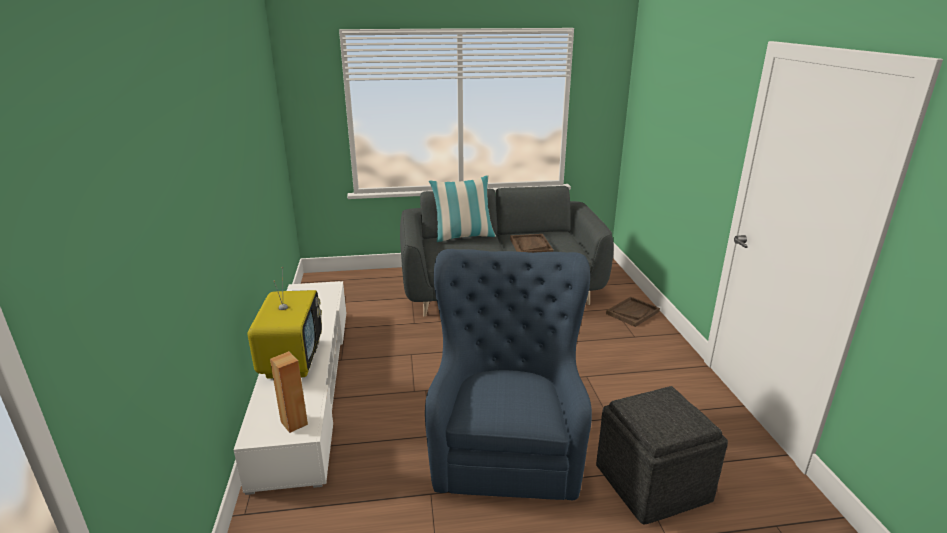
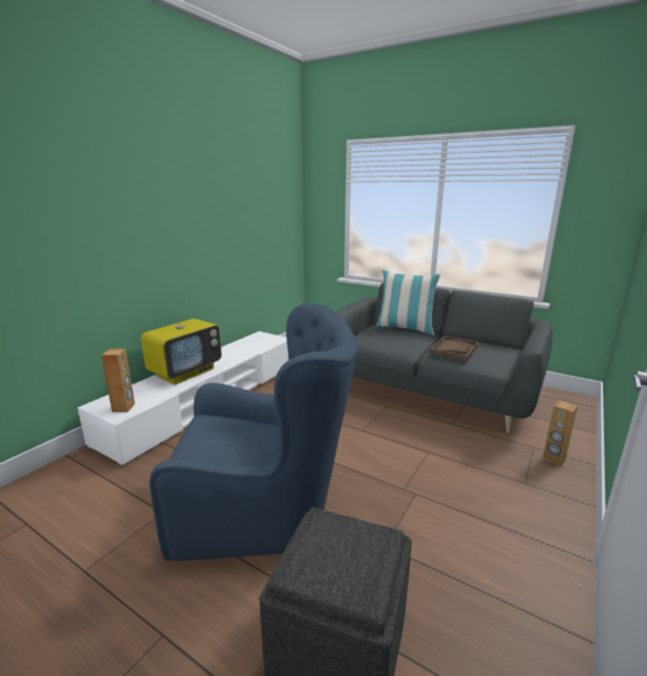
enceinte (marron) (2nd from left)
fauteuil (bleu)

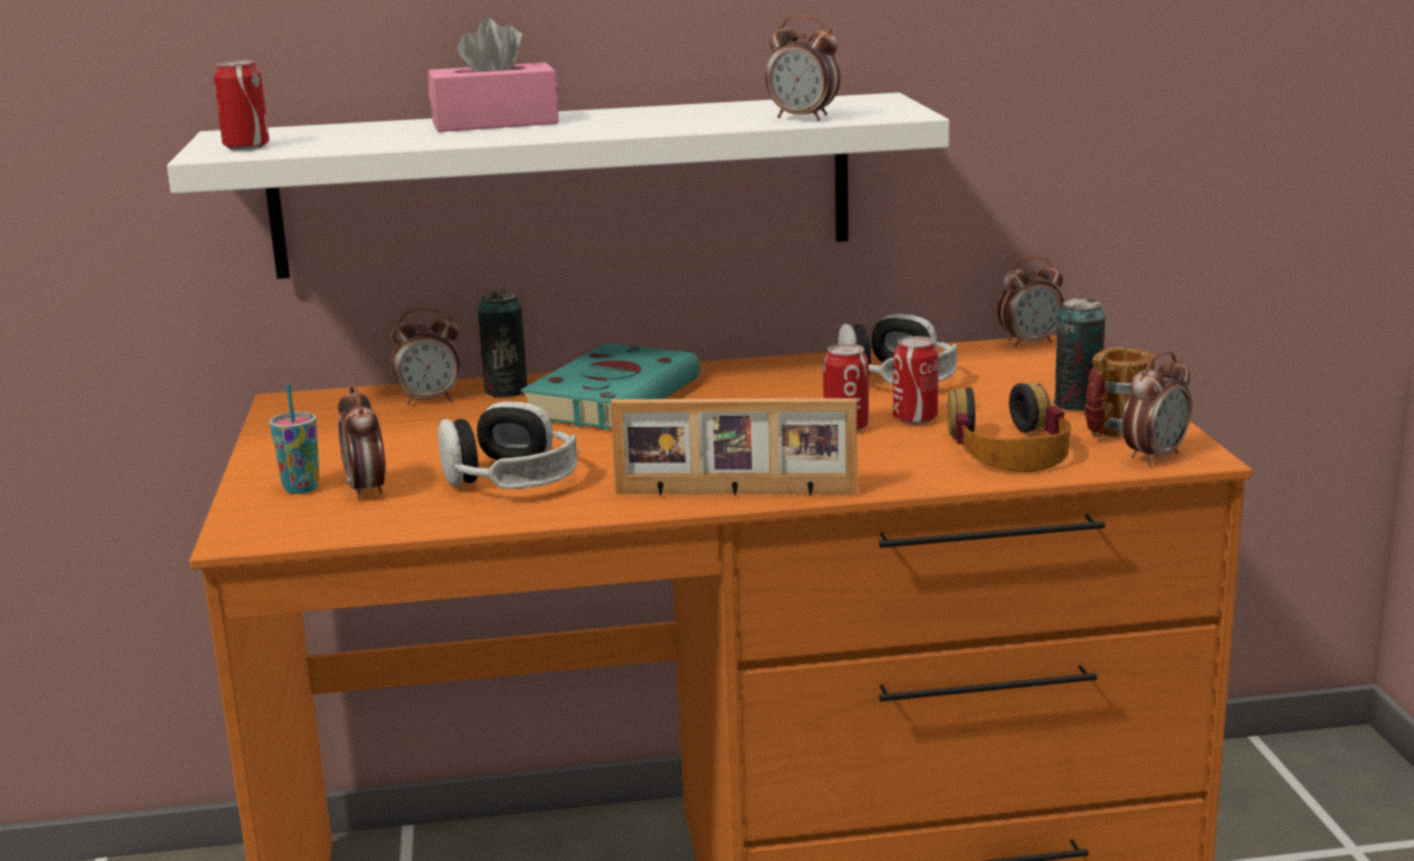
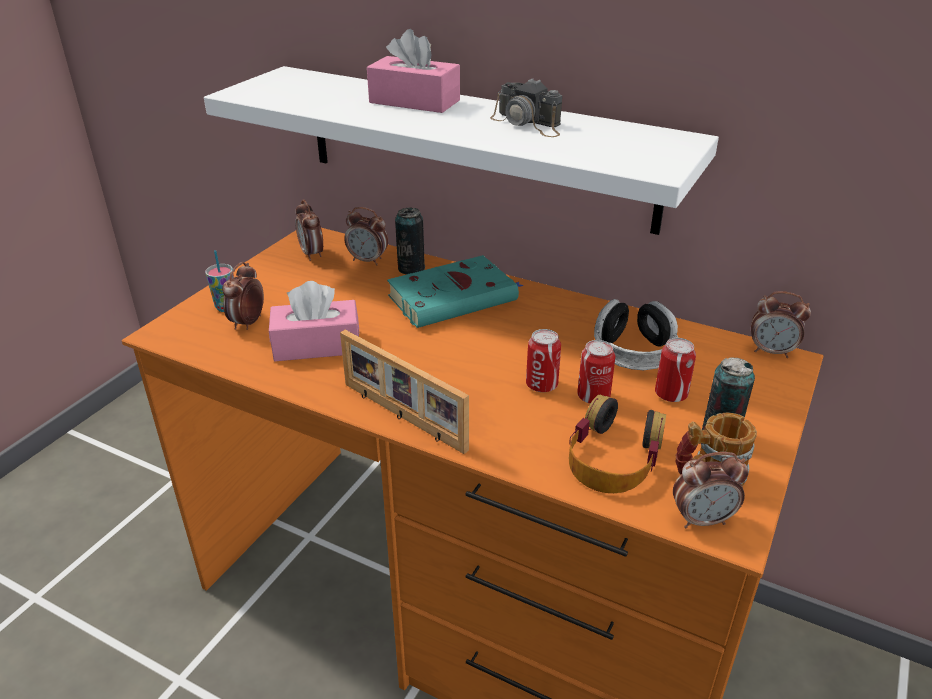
appareil photo
boîte métallique (4th from left)
réveil (2nd from left)
boîte à mouchoirs (rose) (1st from left)

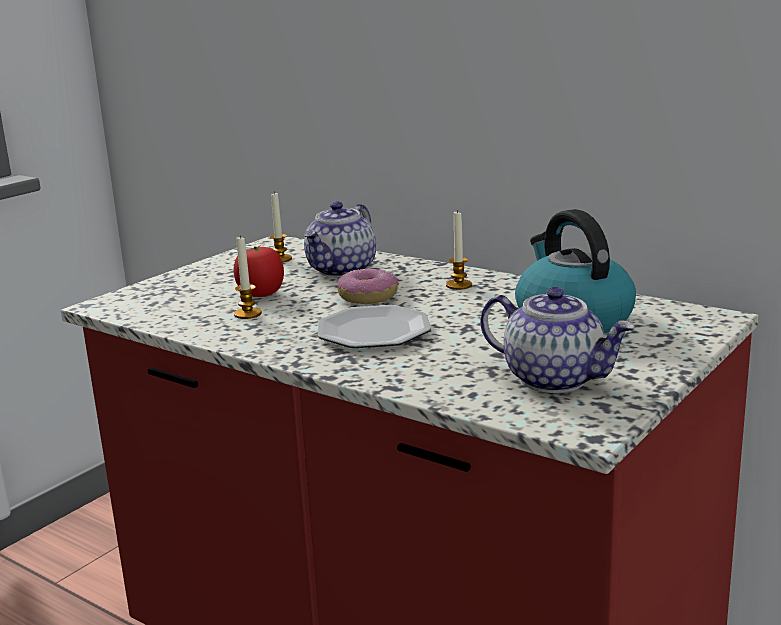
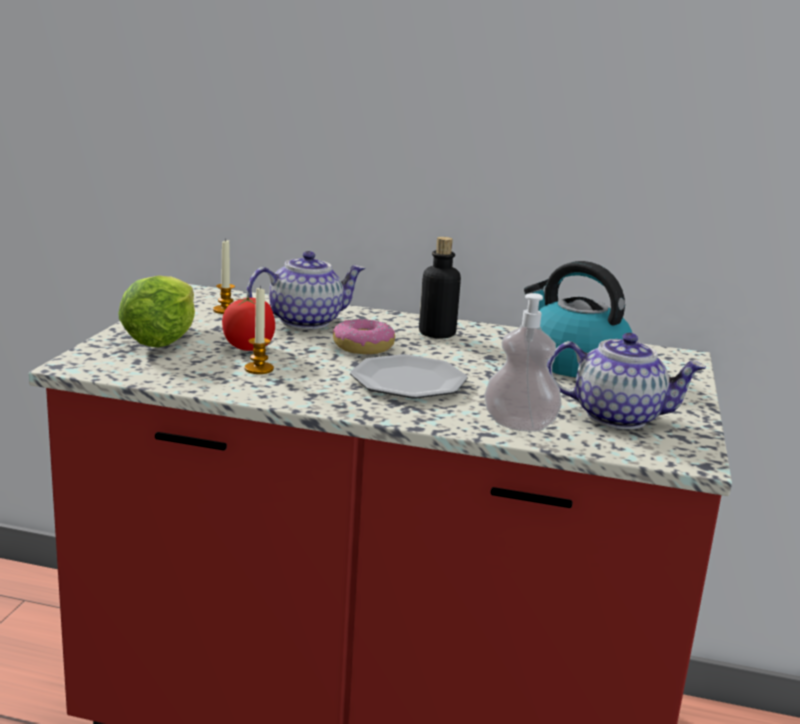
laitue
distributeur de savon
bouteille
théière (1st from left)

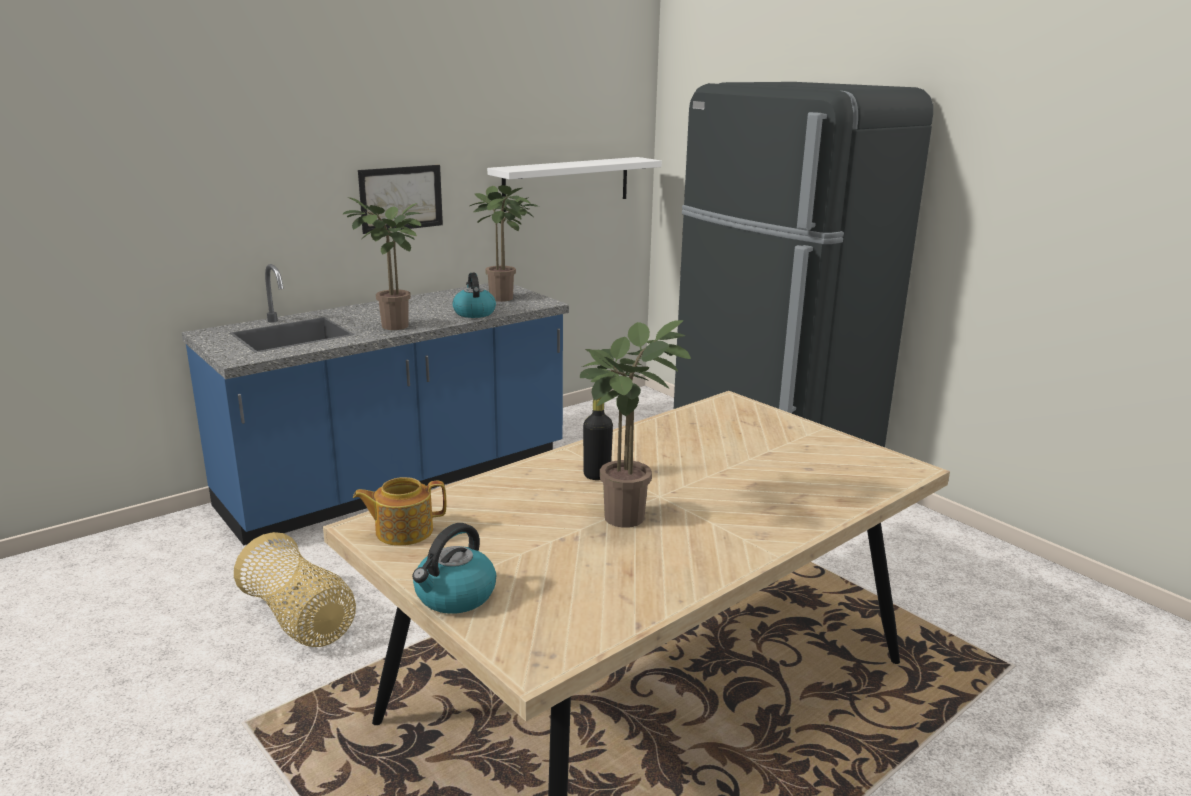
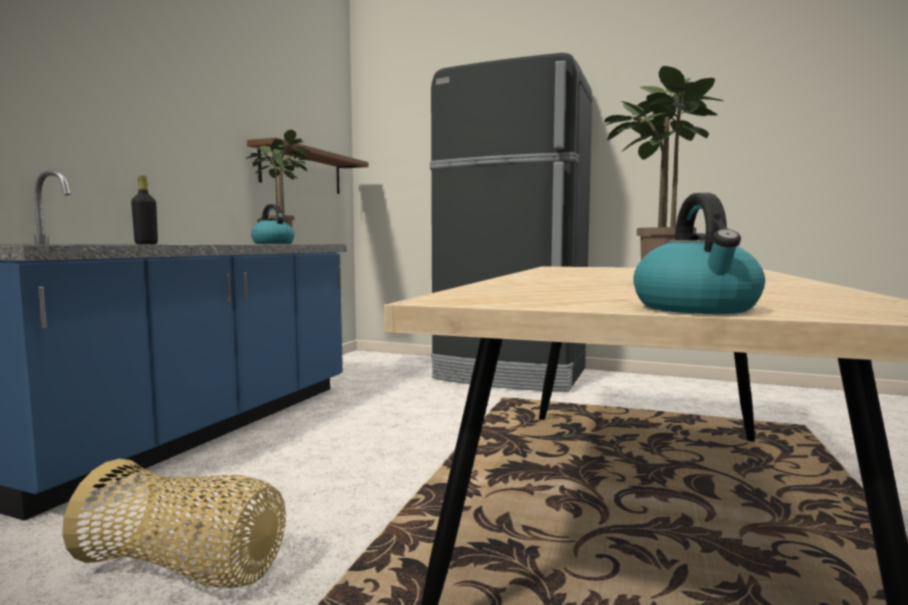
plante en pot (1st from left in the first image)
théière
tableau
bouteille (noir)
étagère (marron)

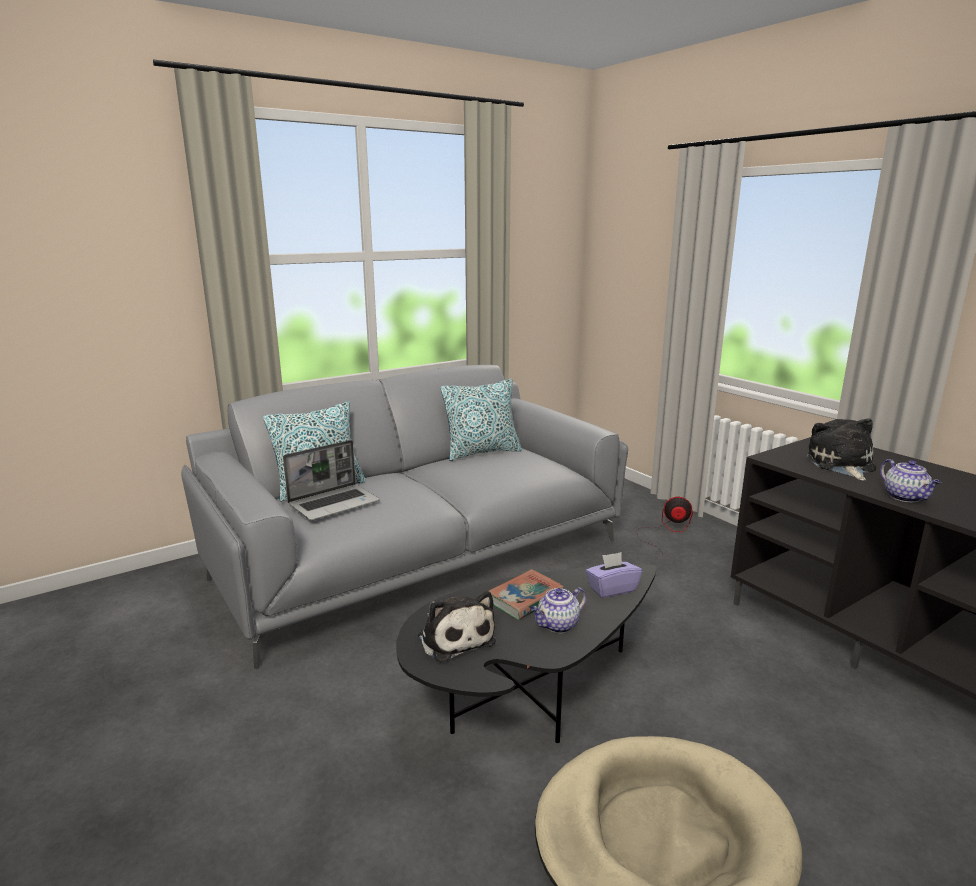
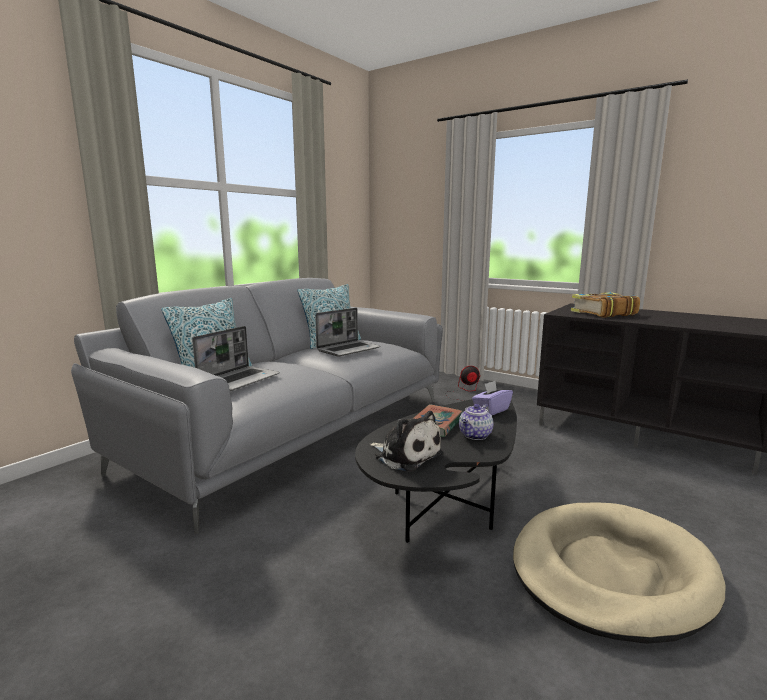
théière (2nd from left in the first image)
ordinateur portable (2nd from left)
livre (2nd from left)

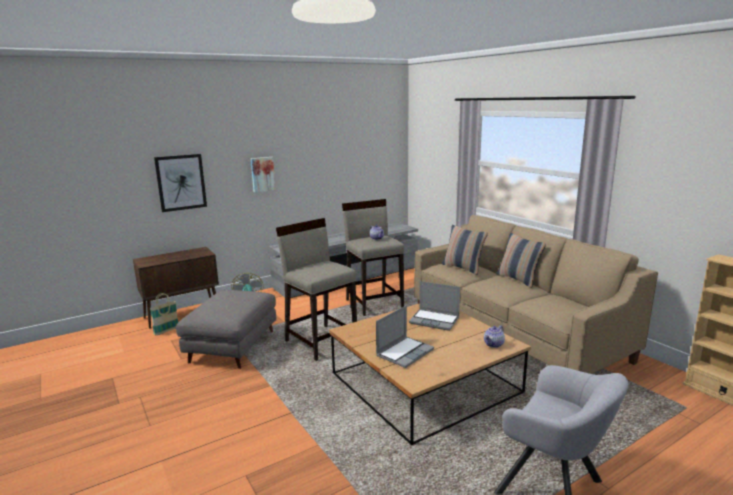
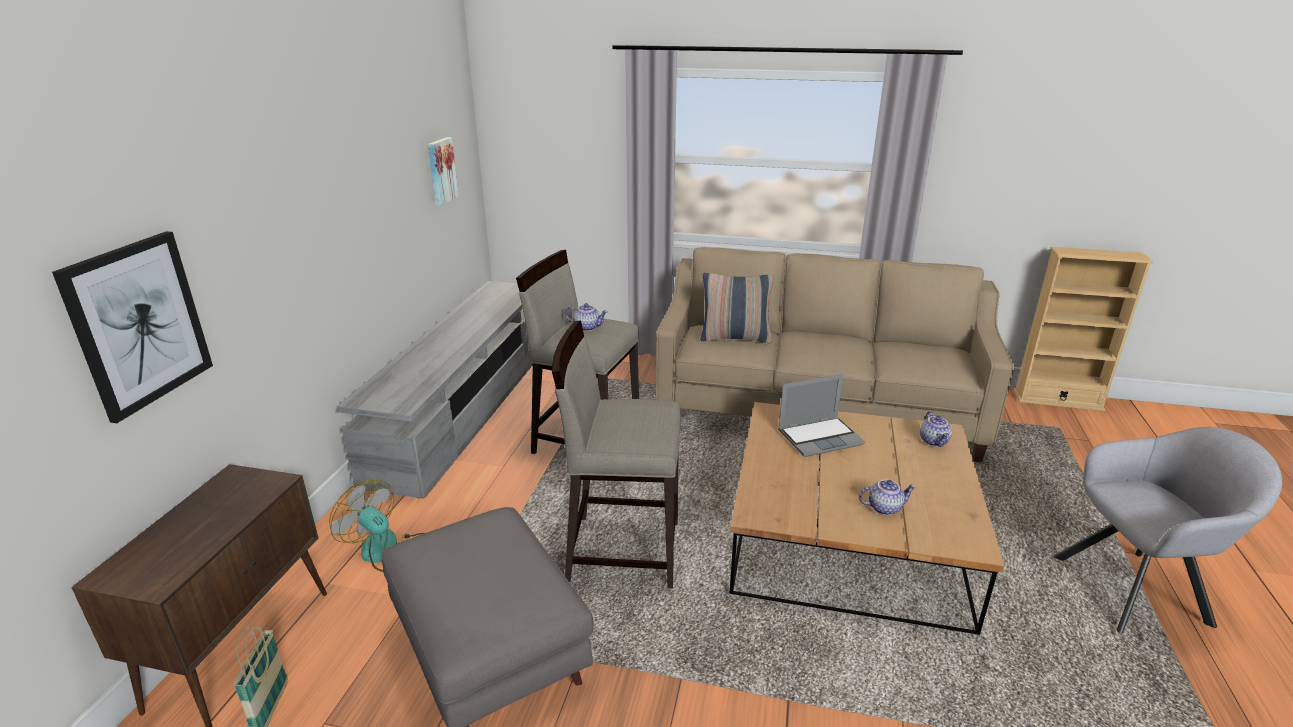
coussin (2nd from left in the first image)
tableau (2nd from left)
théière (2nd from left)

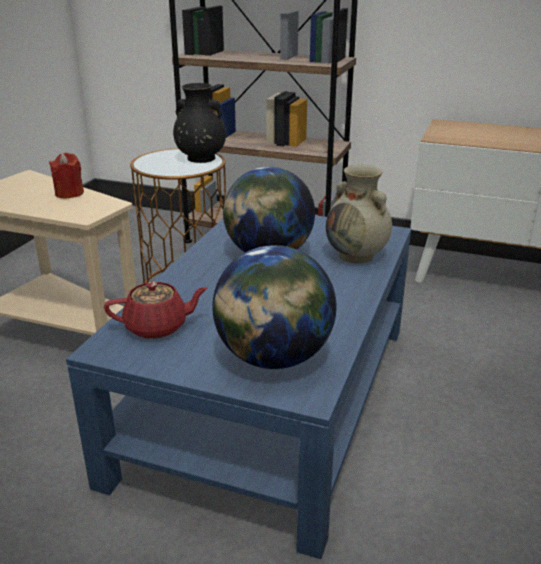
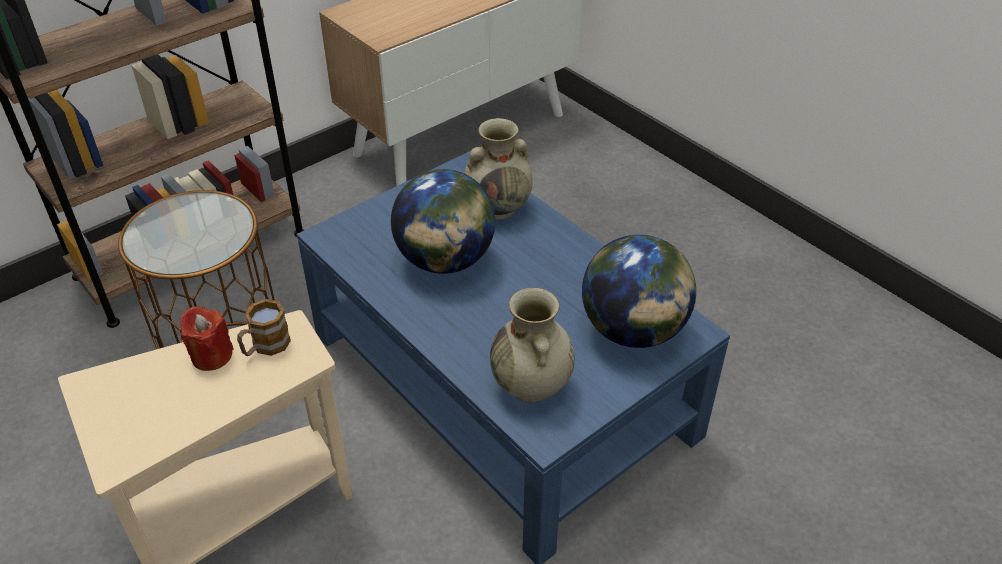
vase (noir)
mug
vase (beige) (2nd from left)

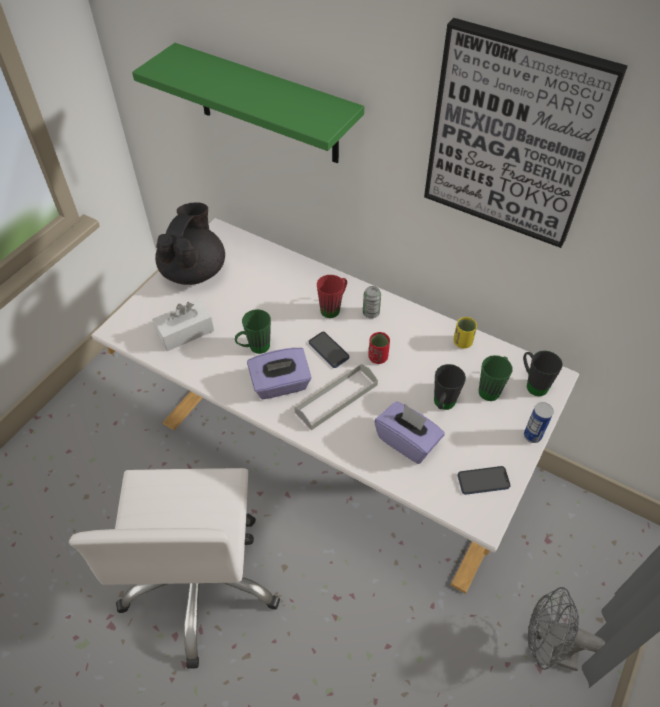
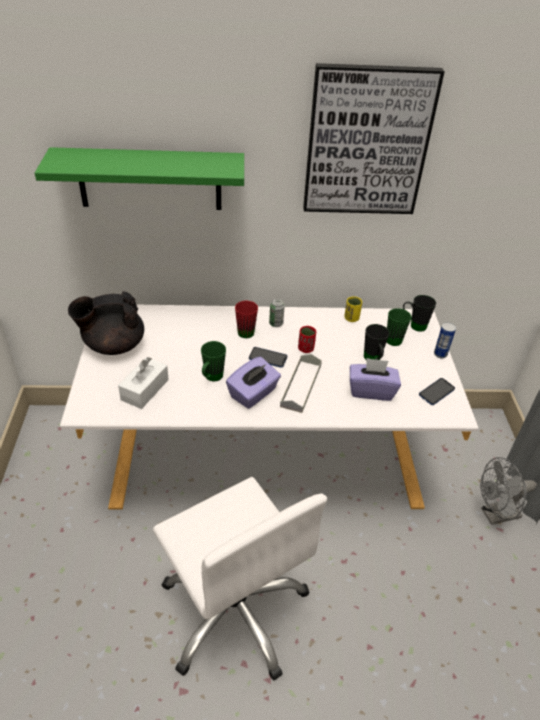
théière (noir)

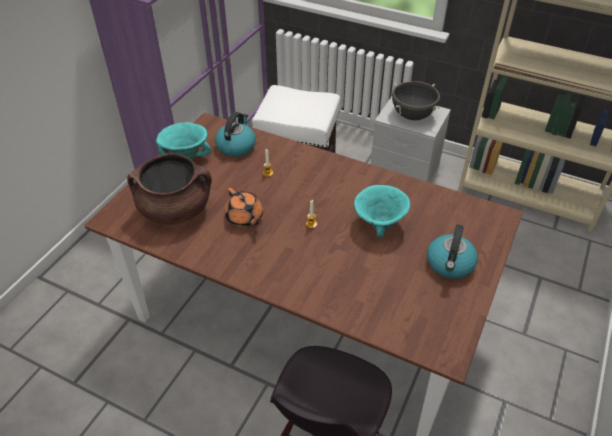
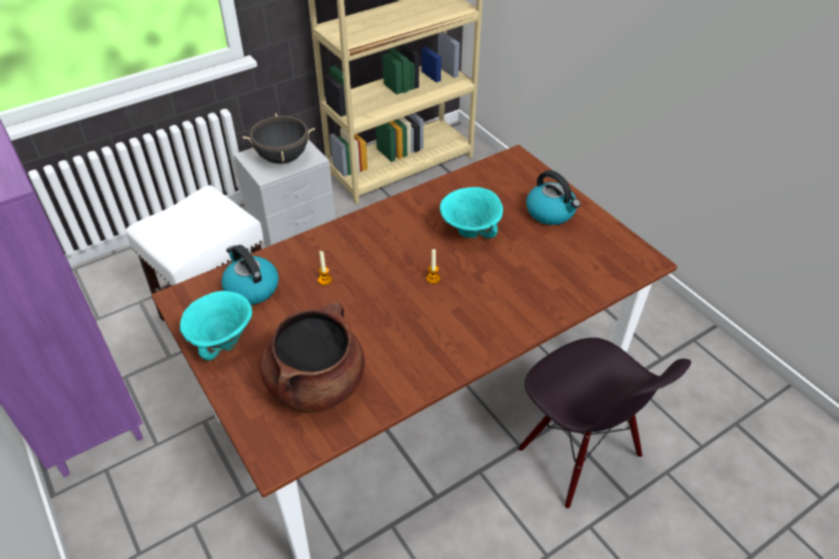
théière (orange)

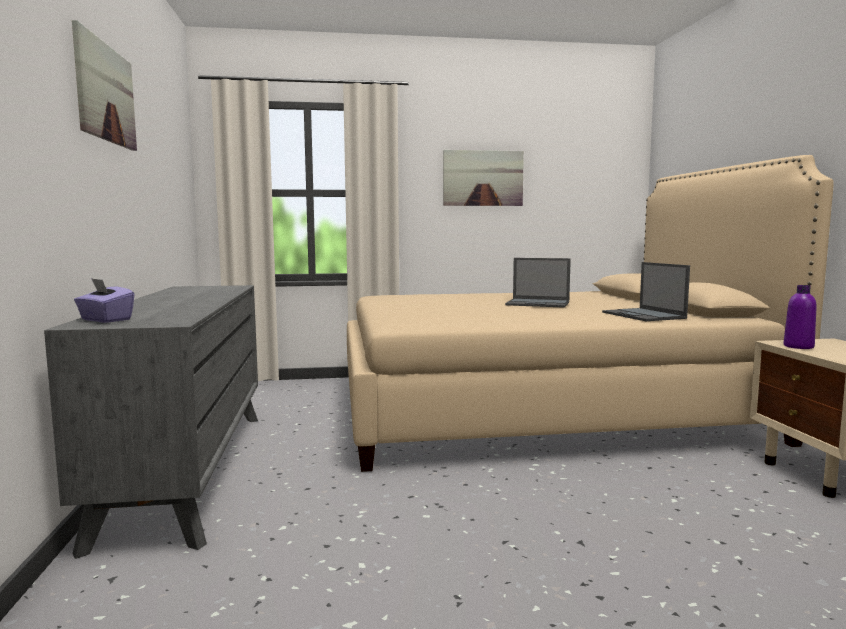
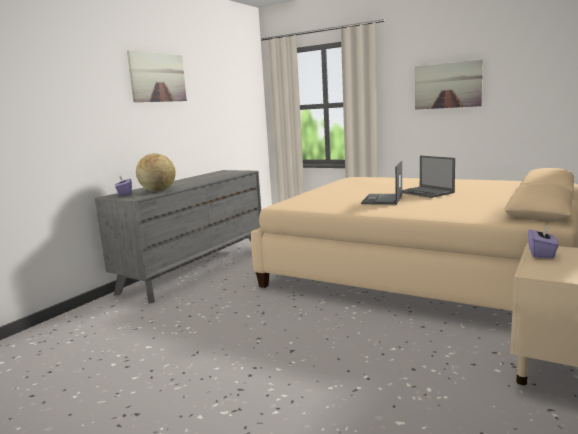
globe
ordinateur portable (1st from left)
boîte à mouchoirs (violet) (2nd from left)

